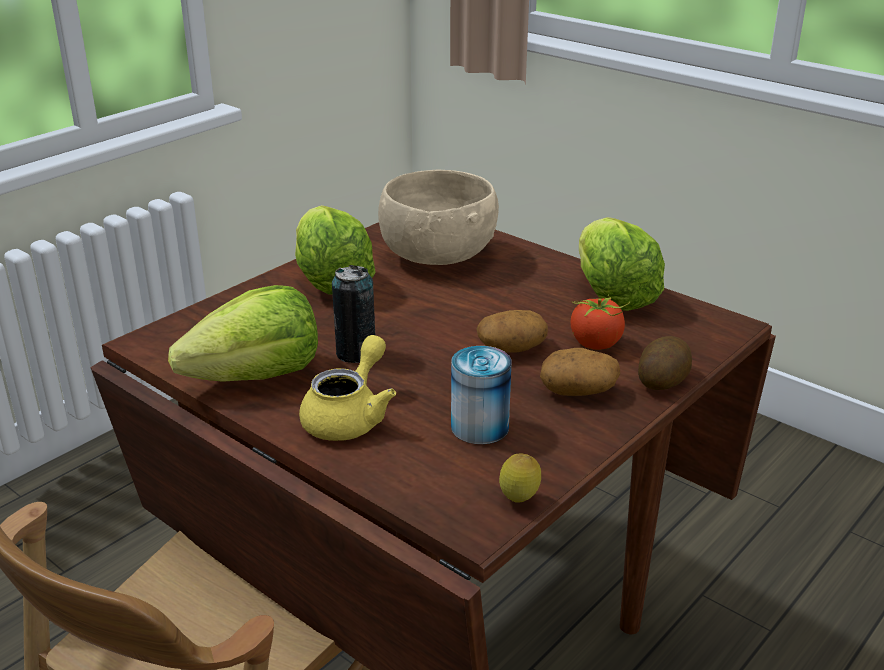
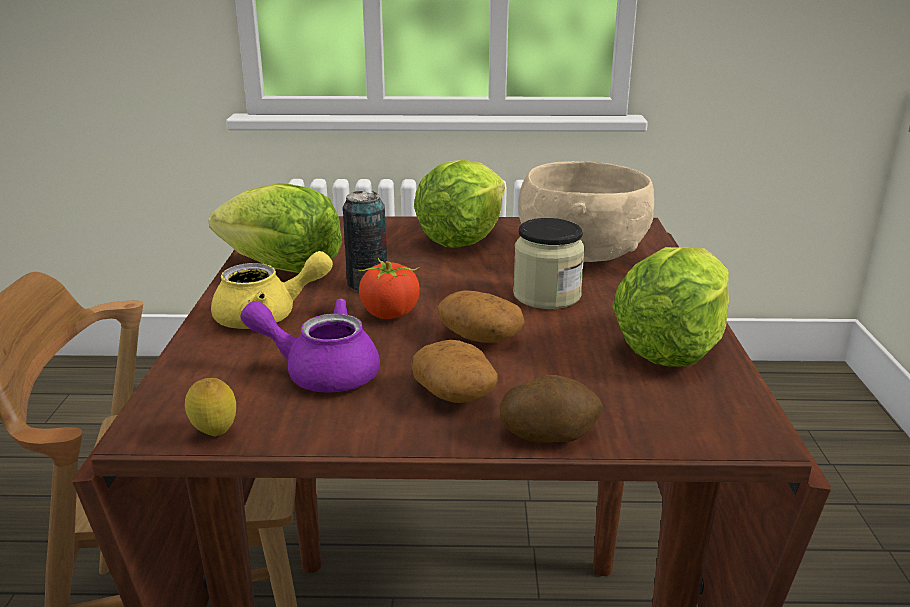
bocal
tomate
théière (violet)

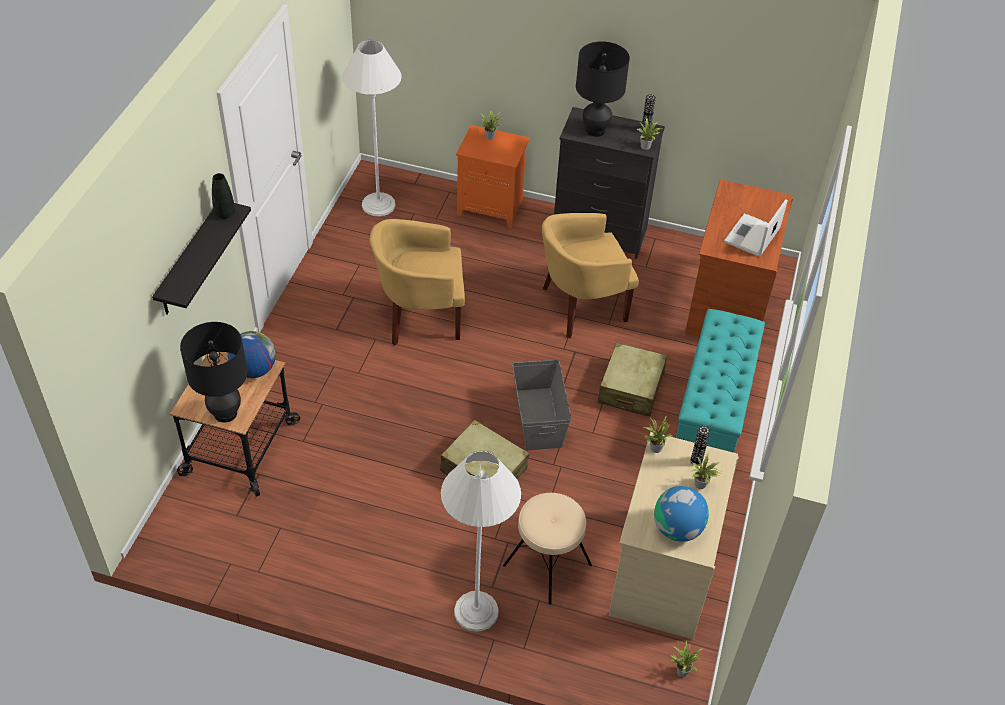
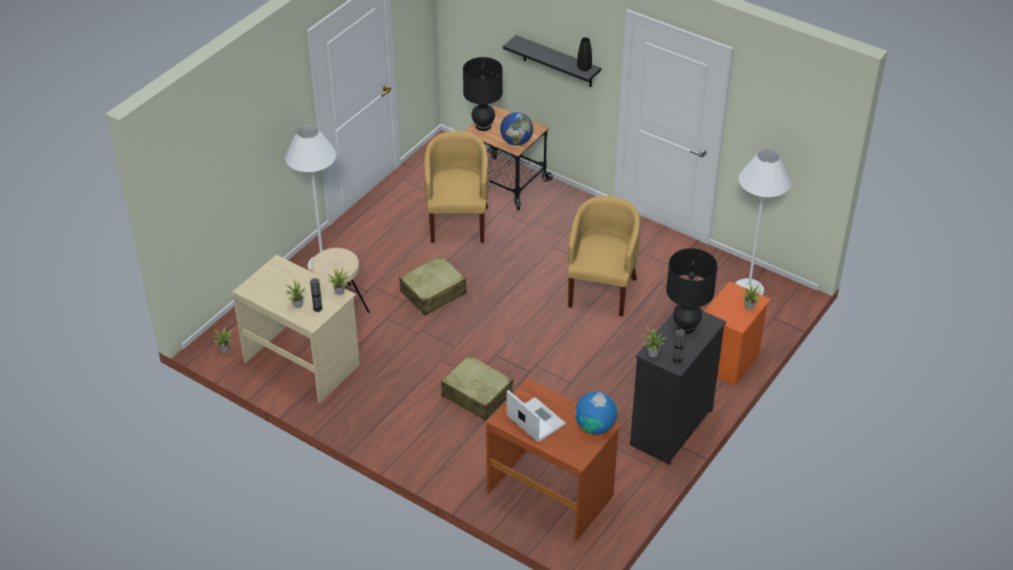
boîte de rangement (gris)
banc (turquoise)
fauteuil (jaune) (1st from left)
globe (2nd from left)

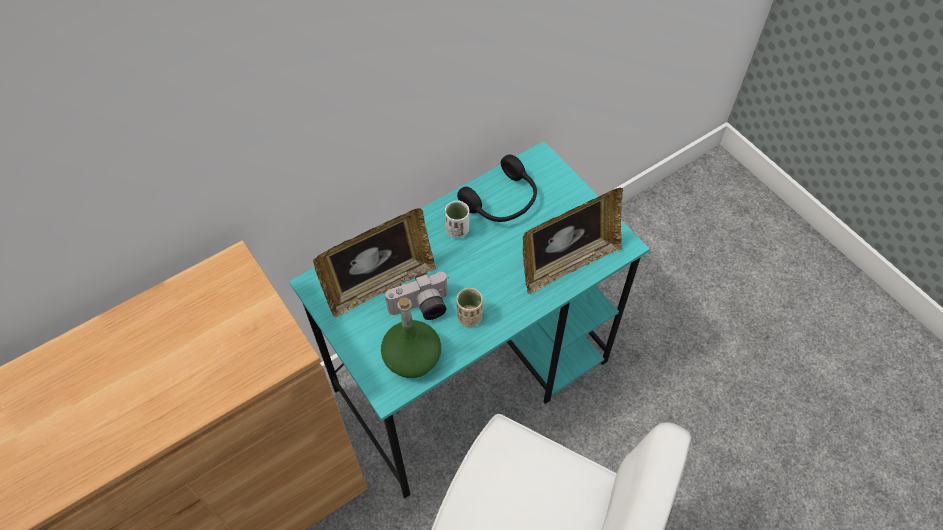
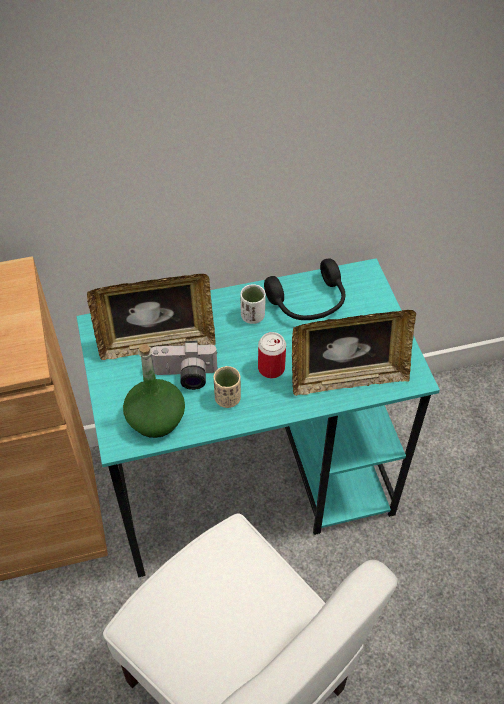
boîte métallique

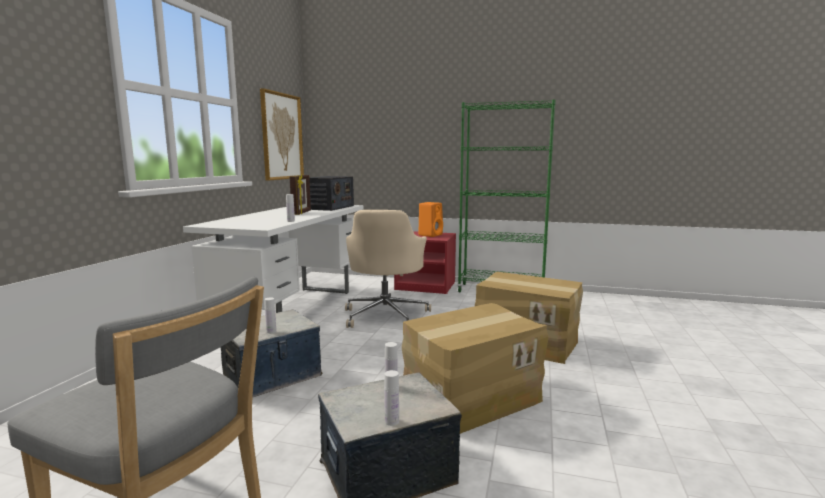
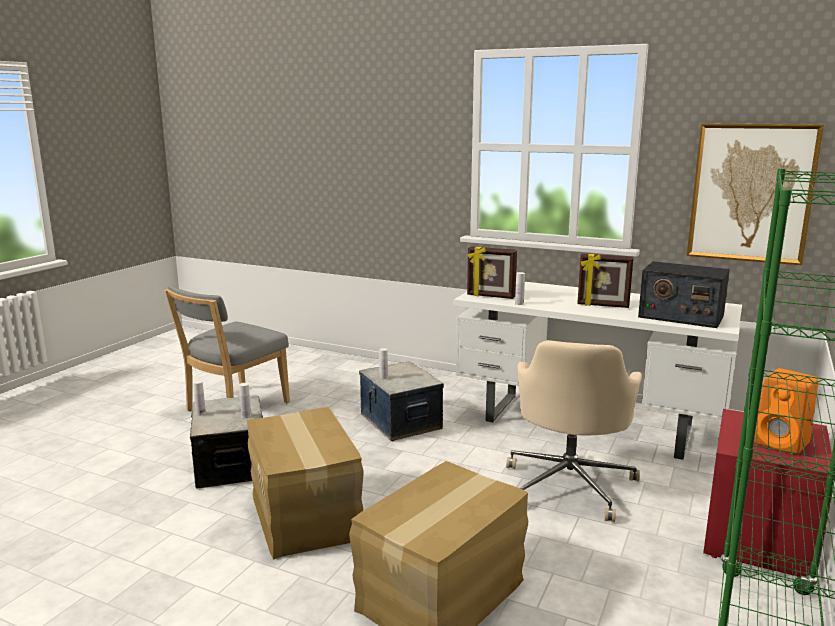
cadre photo (1st from left)
chaise de bureau (beige)

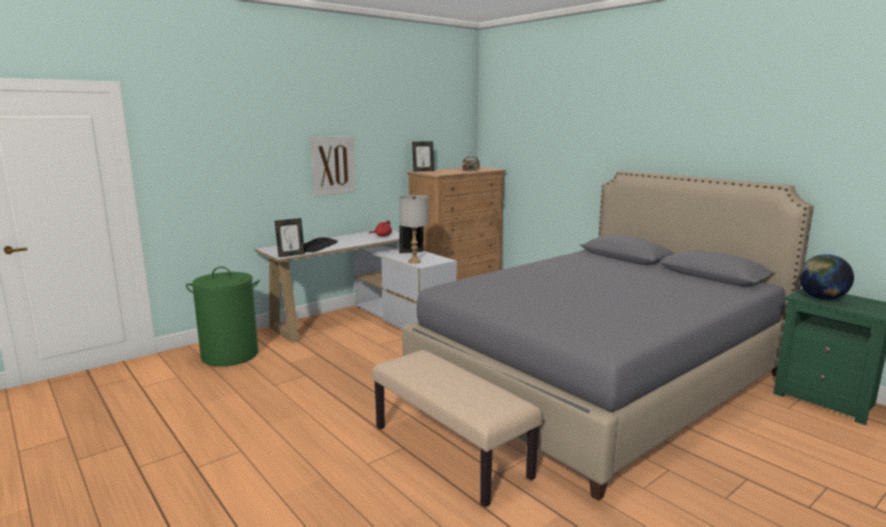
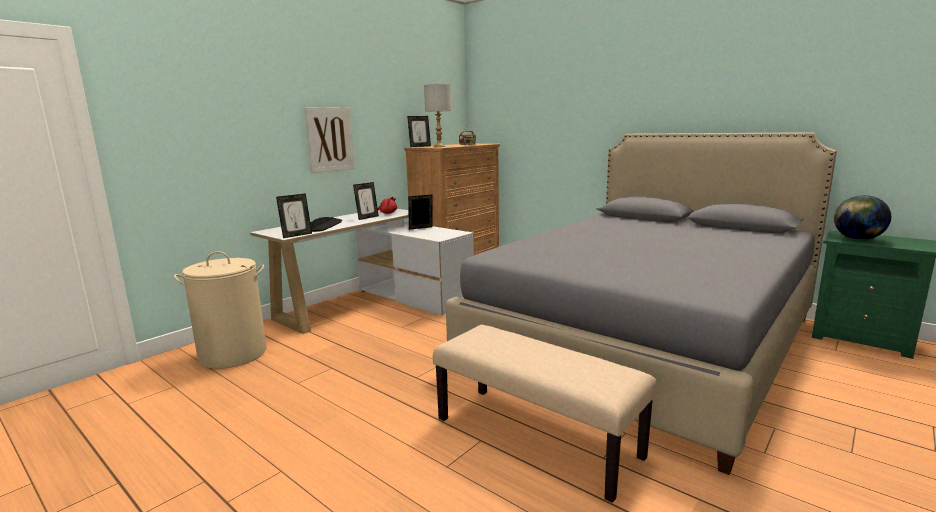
cadre photo (2nd from left)
lampe de table (gris)
panier à linge (beige)

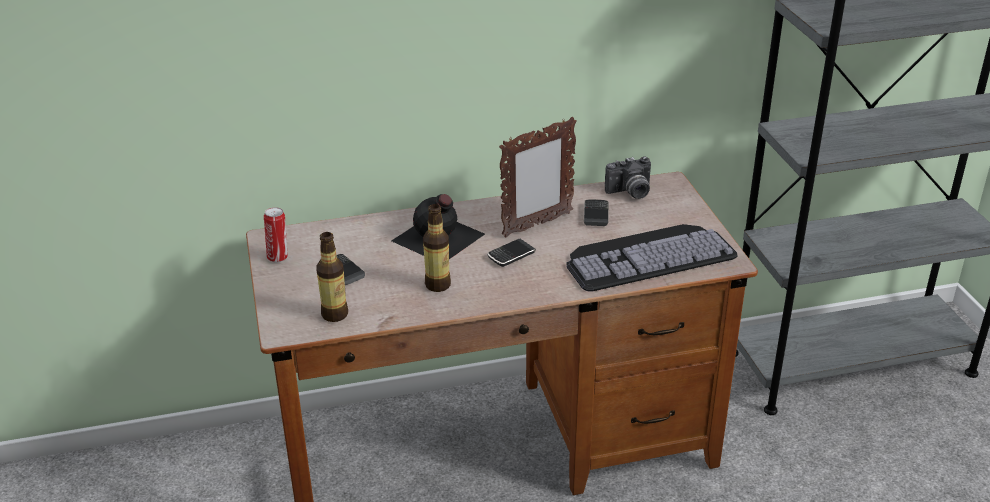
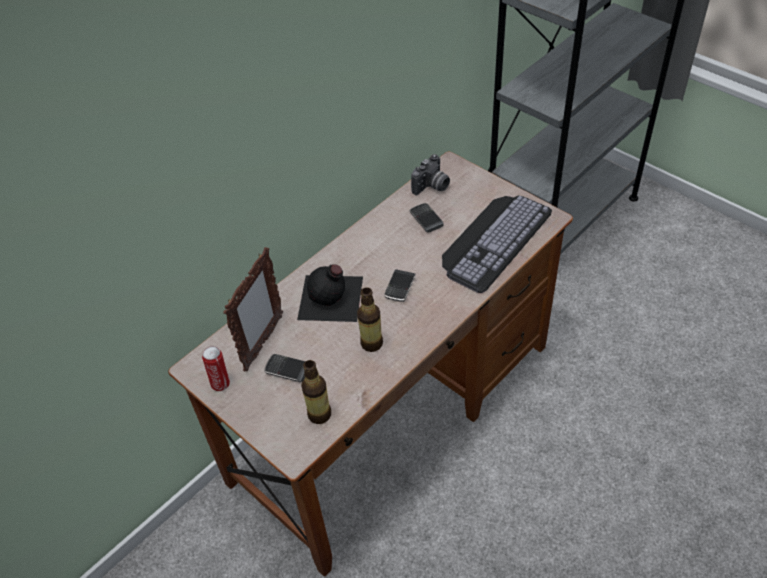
cadre photo

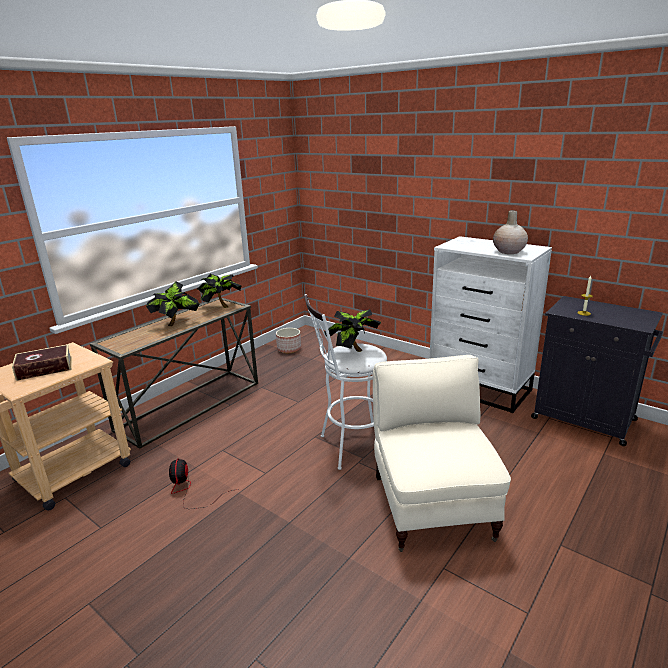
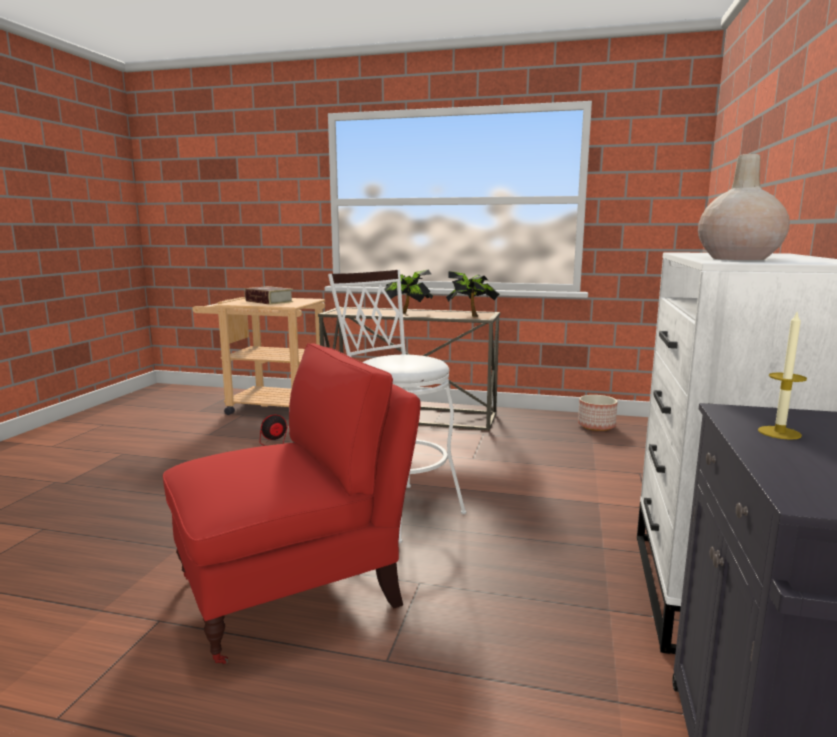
plante en pot (3rd from left in the first image)
fauteuil (rouge)

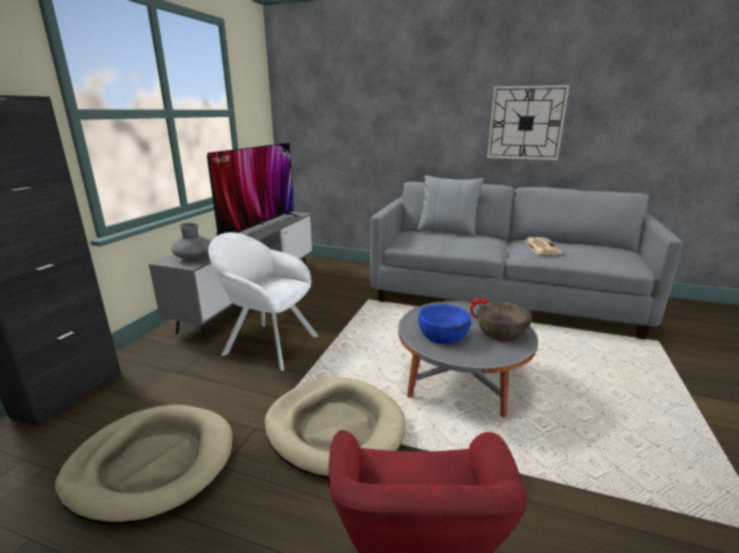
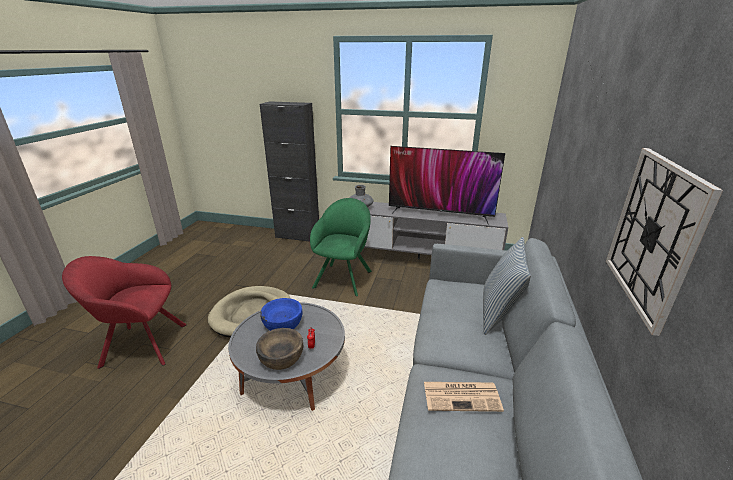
panier pour chien (beige) (1st from left in the first image)
fauteuil (vert)

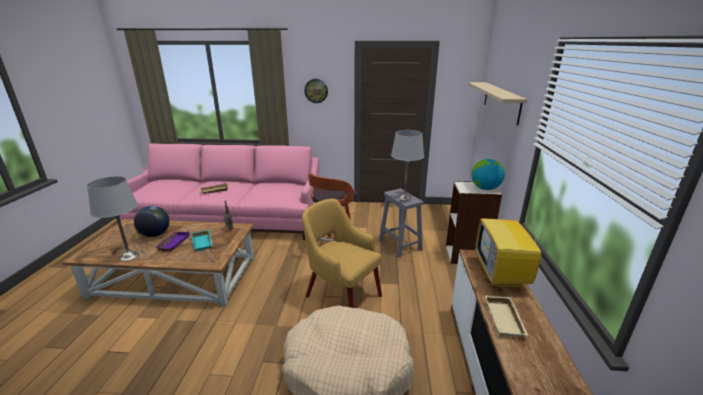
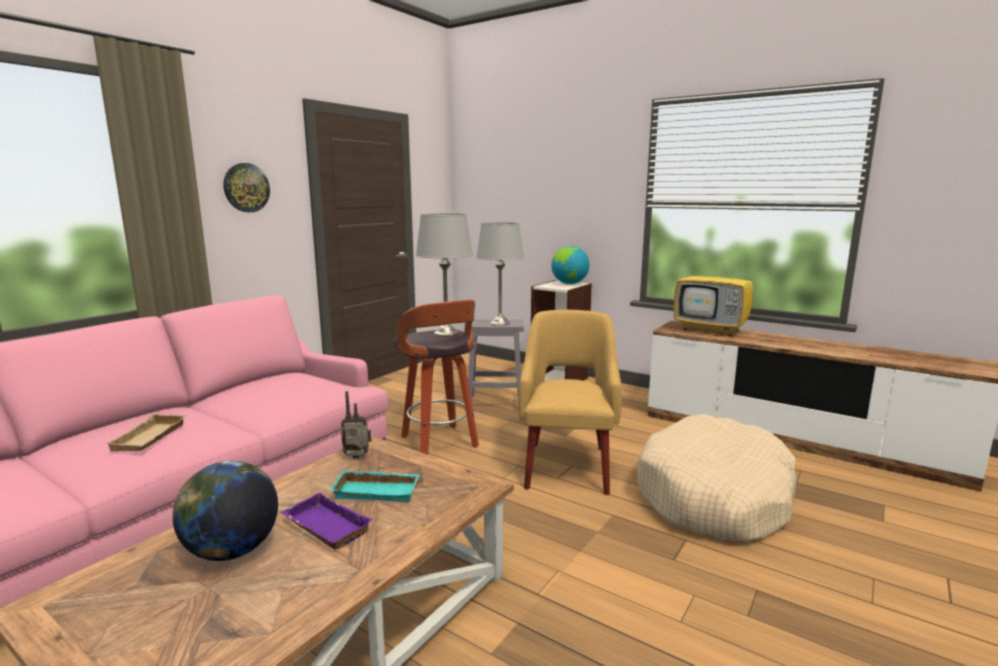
étagère (beige)
plateau (beige) (2nd from left in the first image)
lampe de table (gris) (1st from left)
fauteuil (jaune)

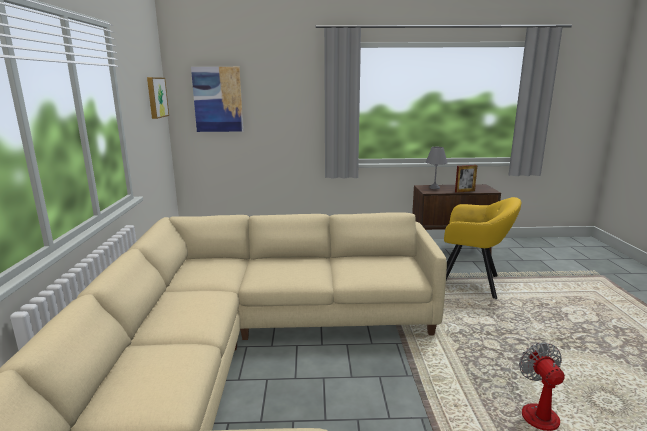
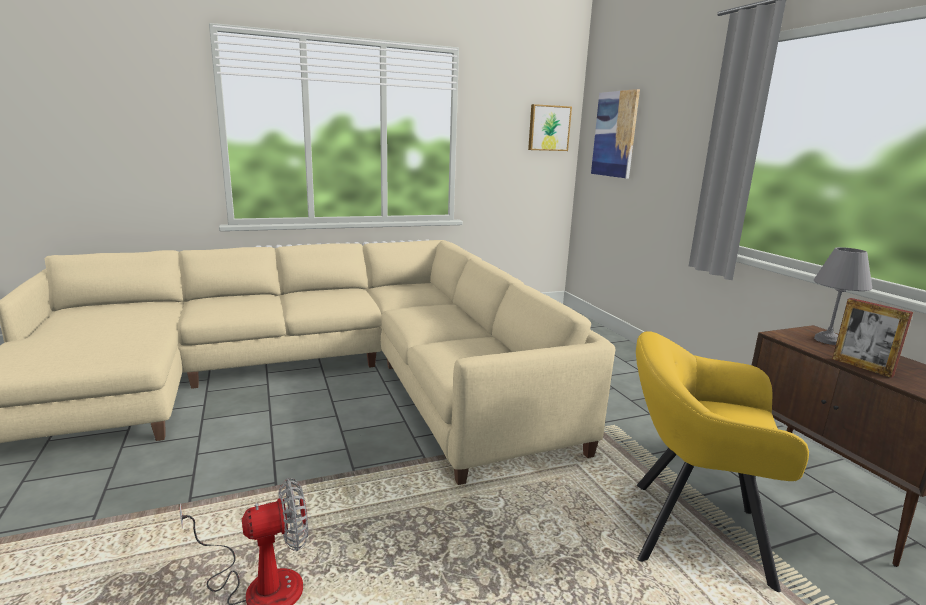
fauteuil (jaune)

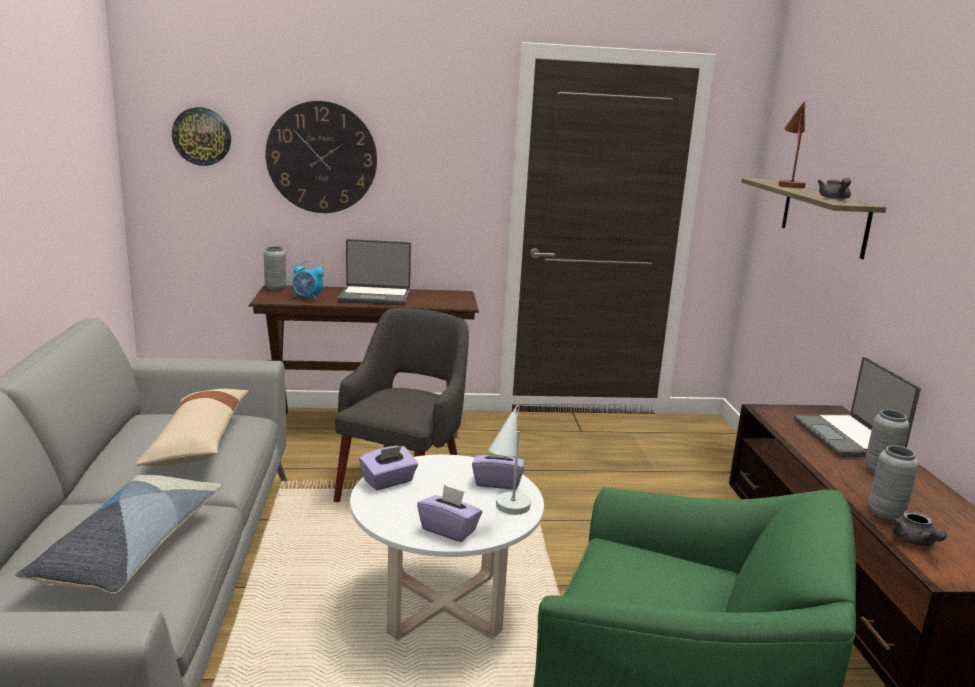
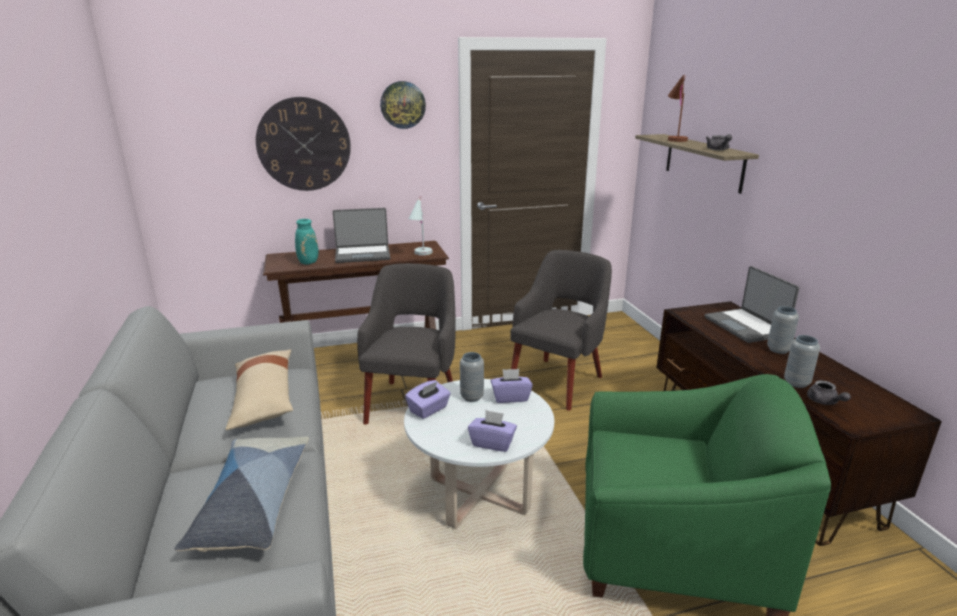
fauteuil (gris) (2nd from left)
horloge murale (2nd from left)
vase (gris) (1st from left)
lampe de table (blanc)
vase (turquoise)

